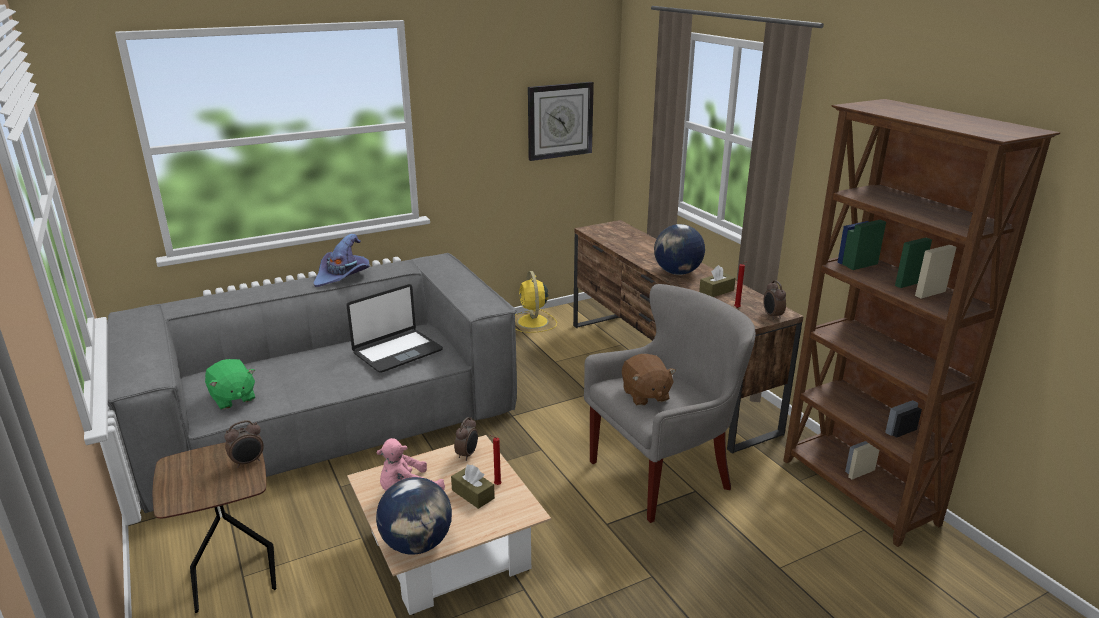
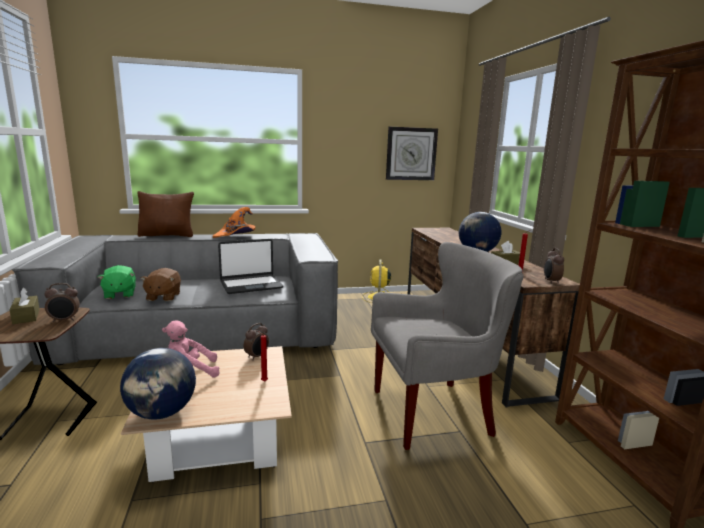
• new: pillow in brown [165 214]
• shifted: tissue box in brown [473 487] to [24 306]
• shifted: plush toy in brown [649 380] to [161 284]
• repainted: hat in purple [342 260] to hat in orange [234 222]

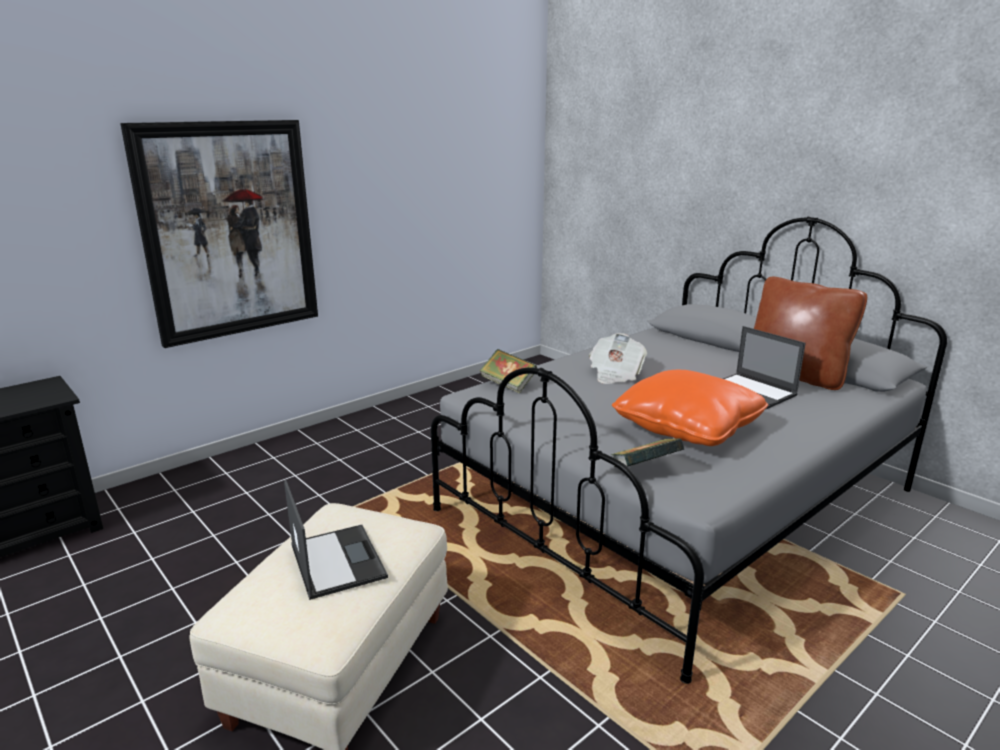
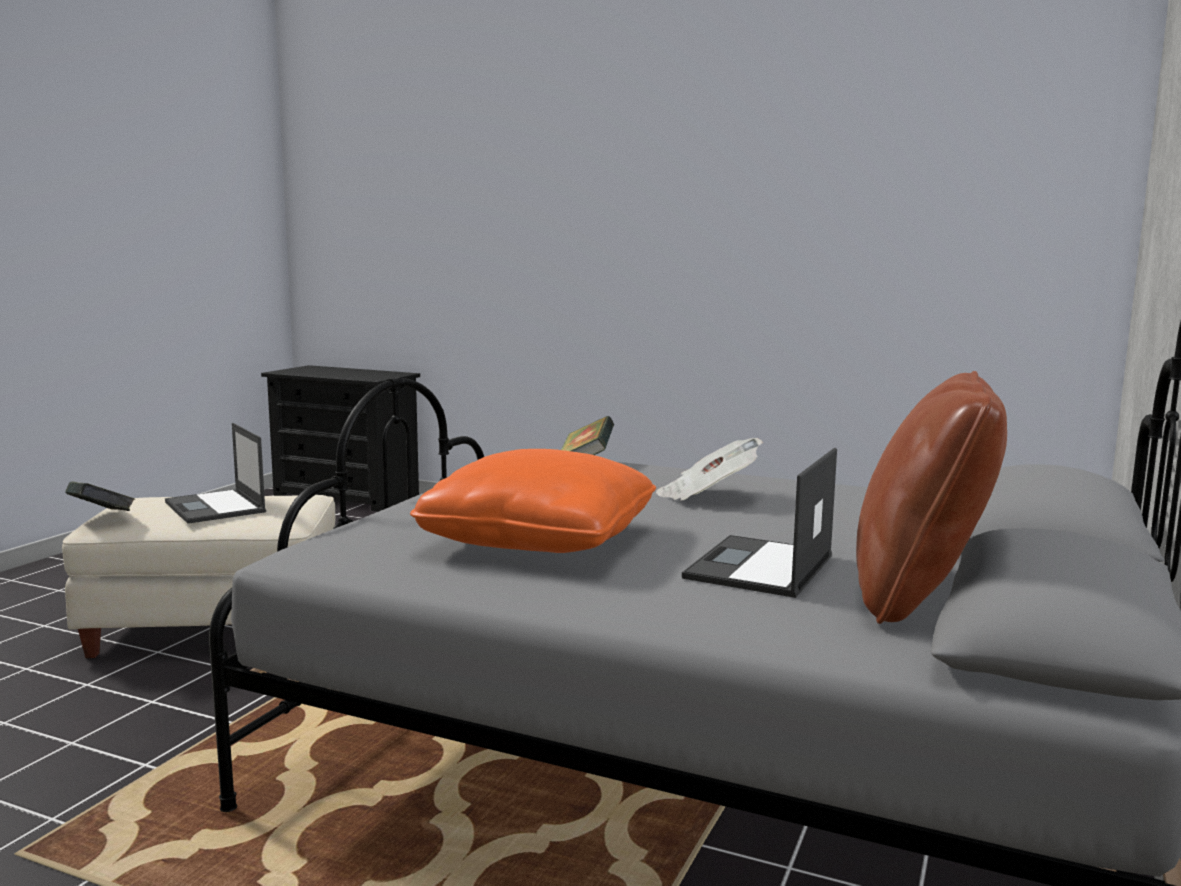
• gone: picture [219 234]
• shifted: book [647 452] to [100 496]
• rotated: laptop [336 540] = [215 473] 105 degrees clockwise

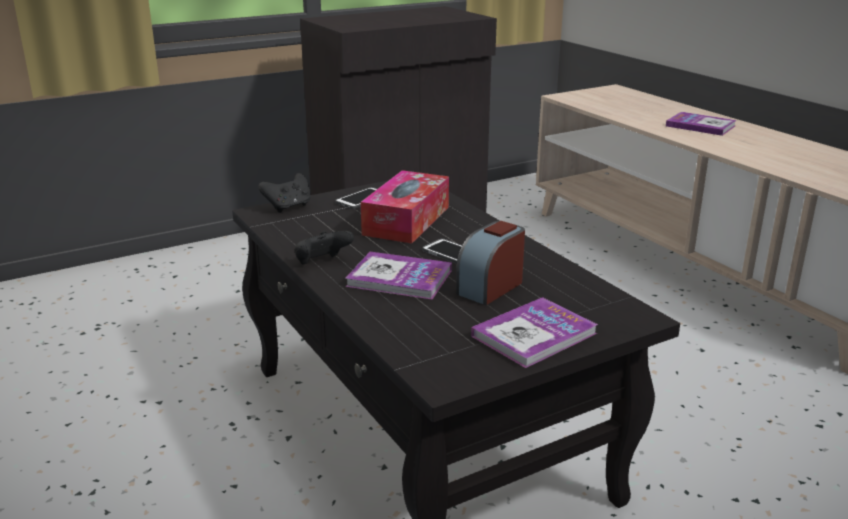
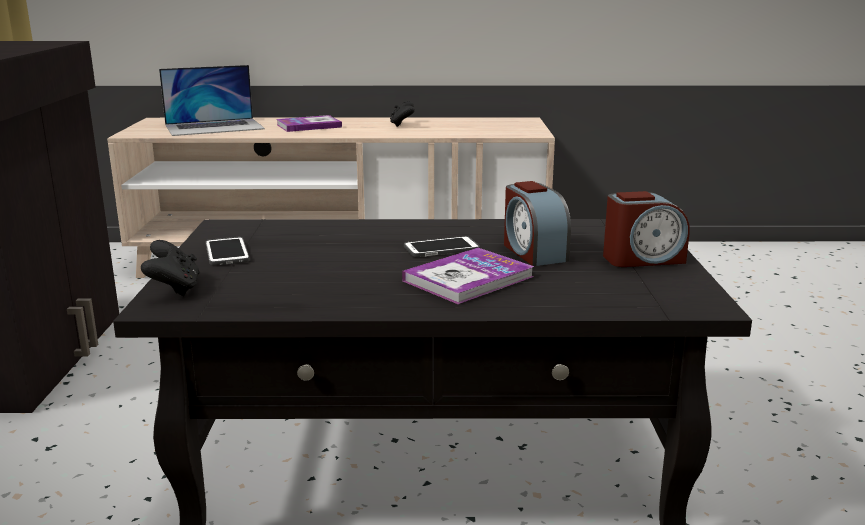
• gone: tissue box [405 206]
• new: laptop [212 100]
• shifted: game controller in black [324 247] to [402 114]
• swapped: book [534 332] to alarm clock [646 229]

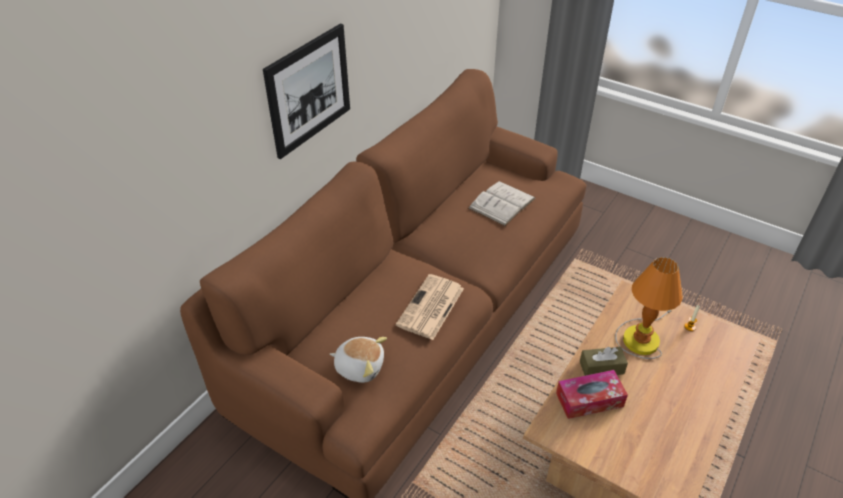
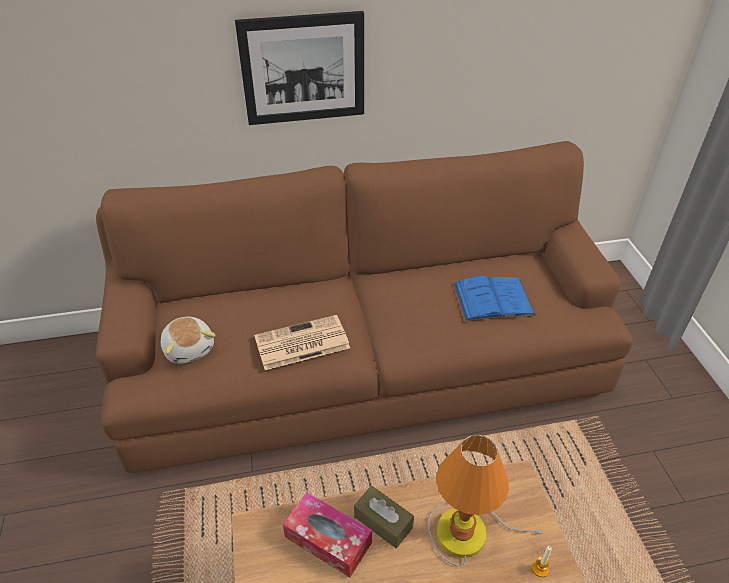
• repainted: book in white [502 203] to book in blue [494 298]

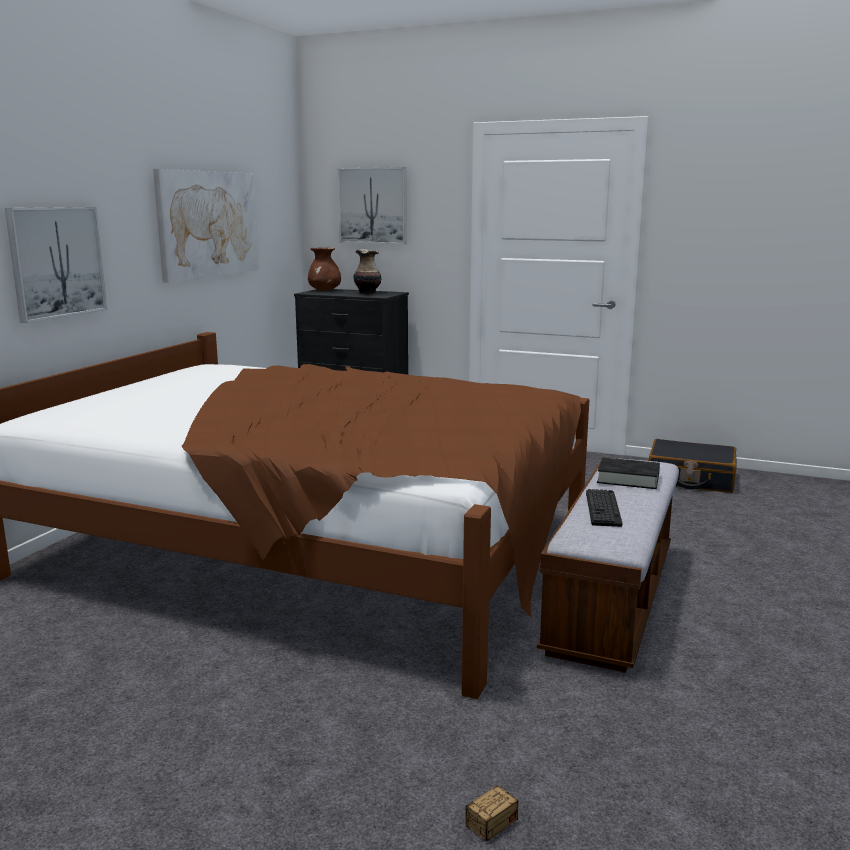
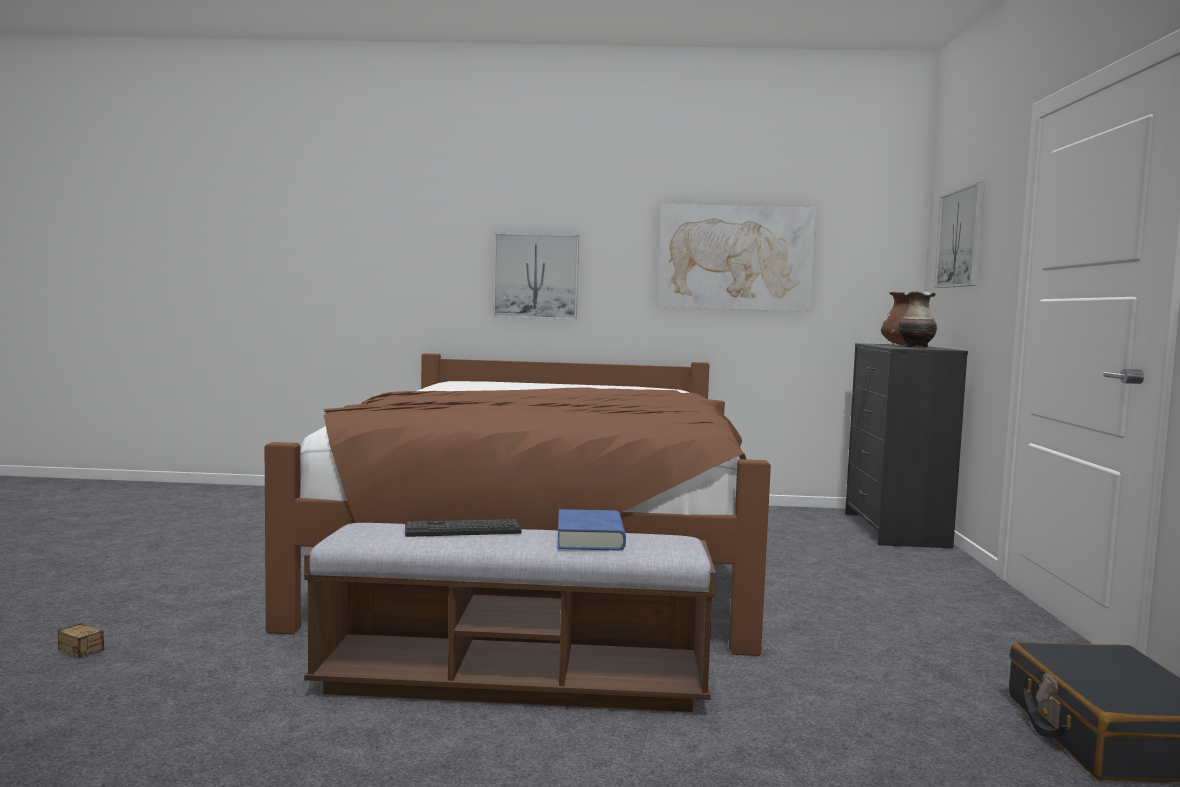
• repainted: book in black [628 473] to book in blue [592 529]

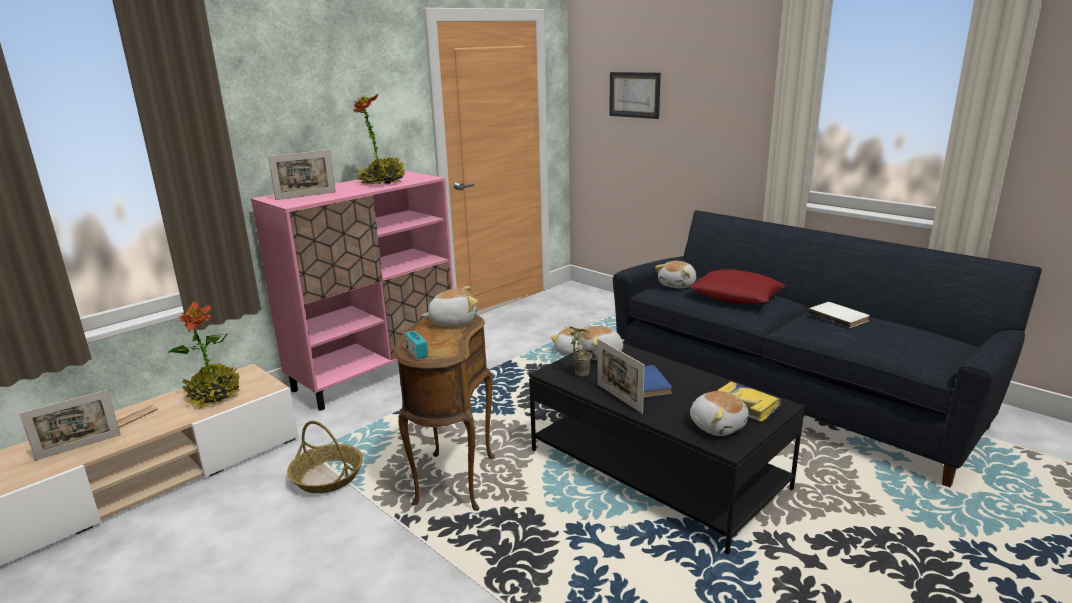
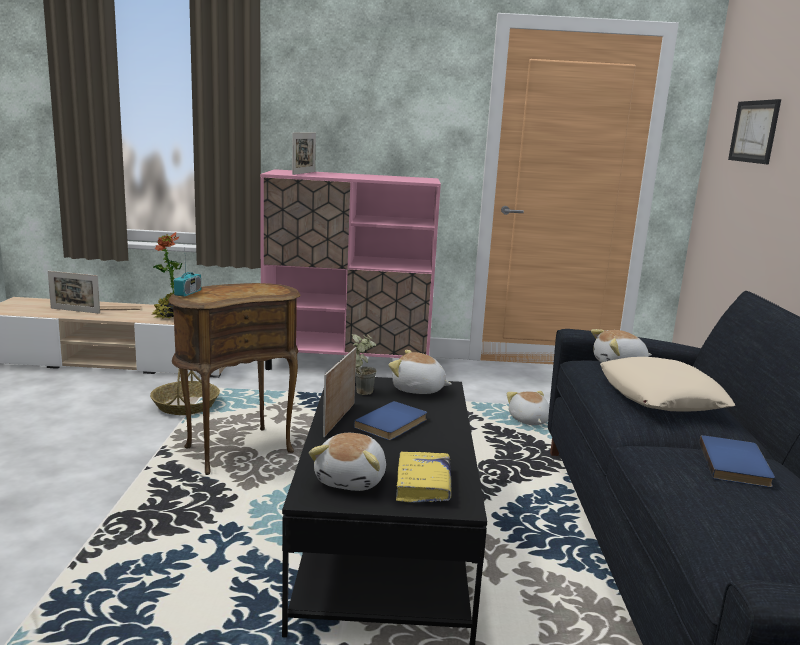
• gone: potted plant [379 139]
• gone: plush toy [449 306]
• repainted: pillow in red [737 286] to pillow in beige [668 384]
• repainted: book in white [839 315] to book in blue [737 461]
• rotated: picture frame [302 175] = [304 154] 90 degrees counterclockwise

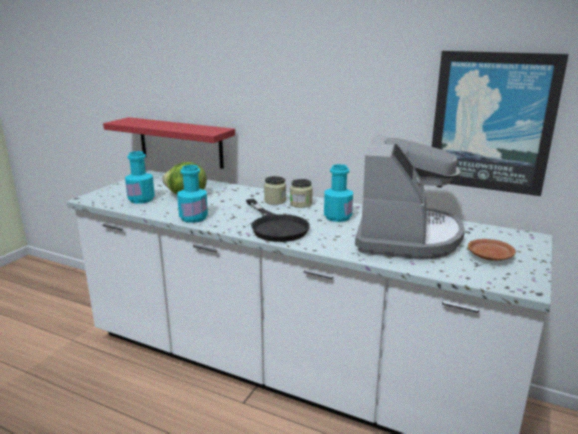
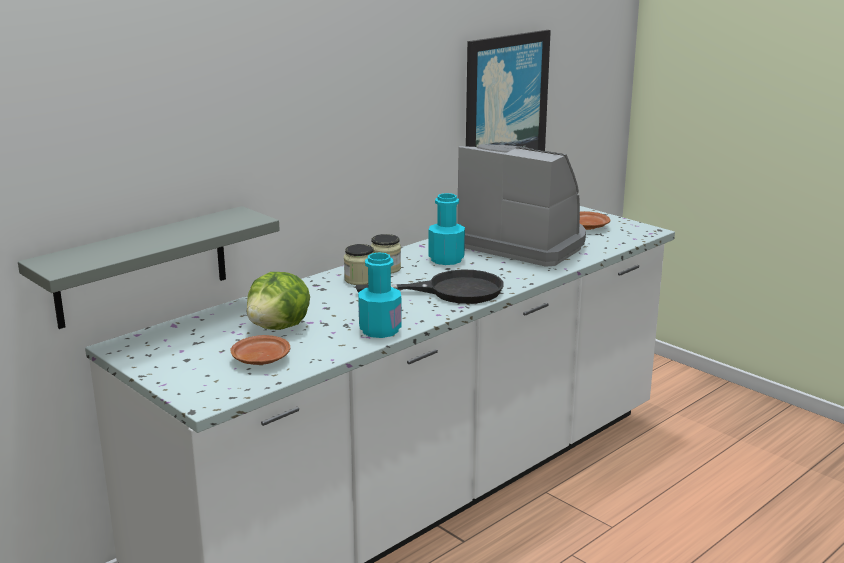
• swapped: bottle in turquoise [140 177] to plate in brown [260 350]
• repainted: shelf in red [169 143] to shelf in grey [149 267]

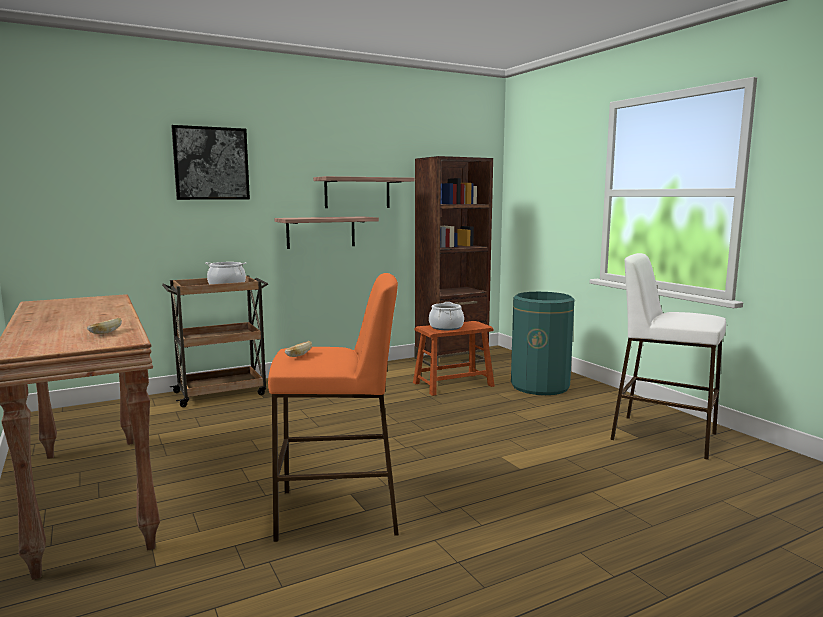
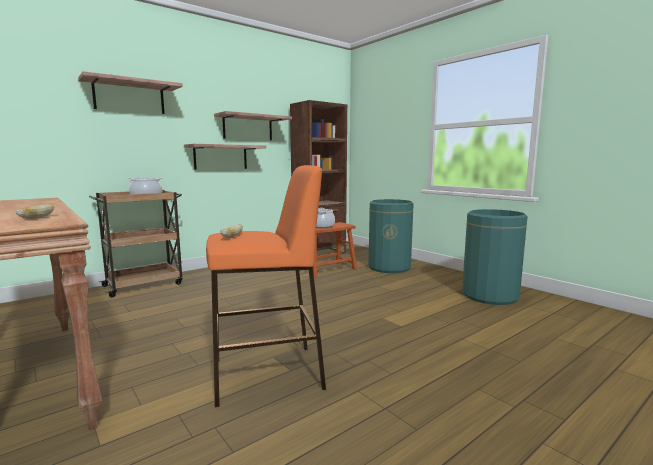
• swapped: picture [210 162] to shelf [130 92]
• swapped: stool in white [668 356] to trash can in green [495 257]

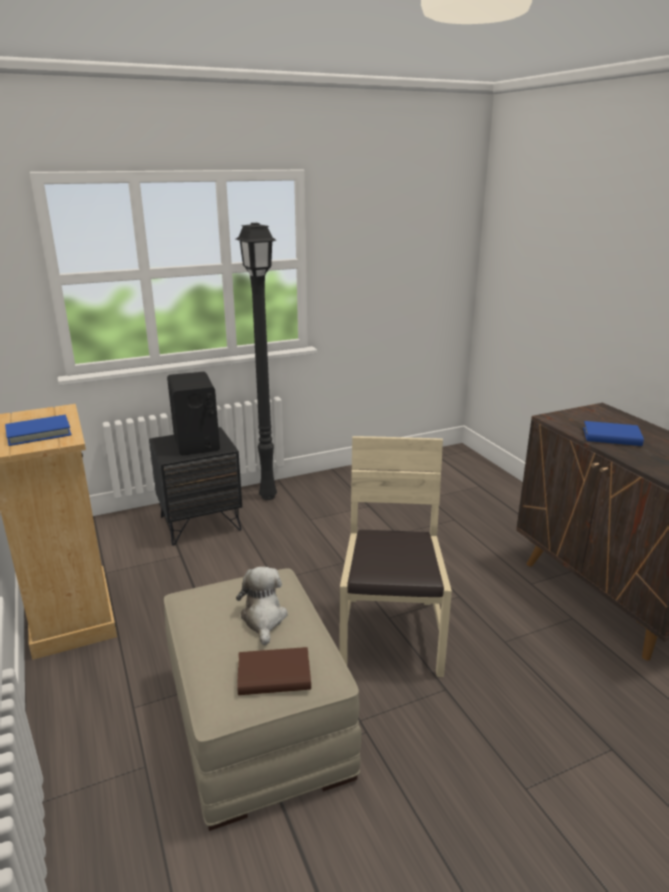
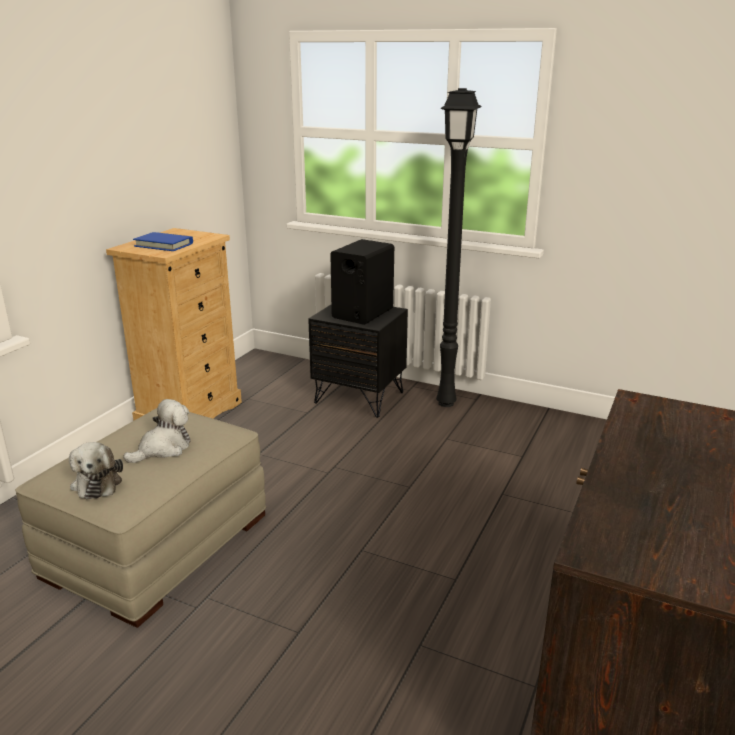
• gone: chair in beige [396 556]
• gone: book in blue [613 433]
• swapped: book in brown [274 671] to plush toy [96 471]

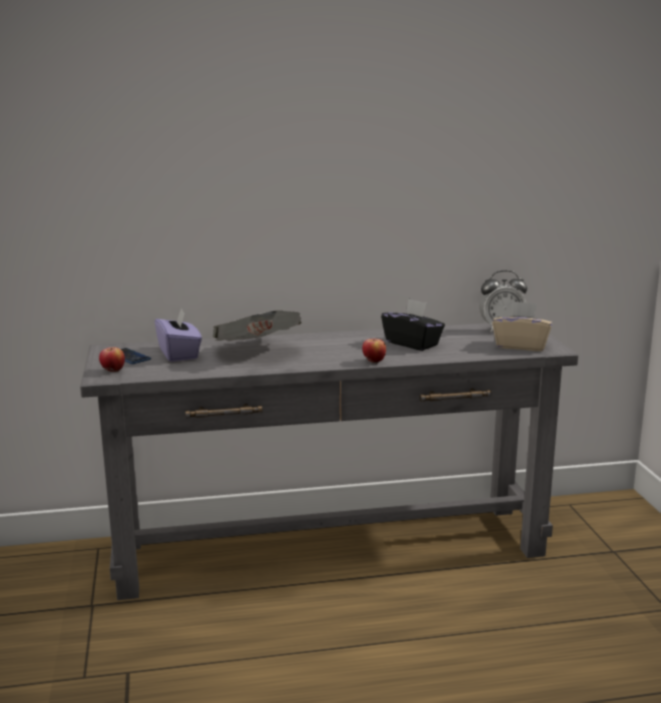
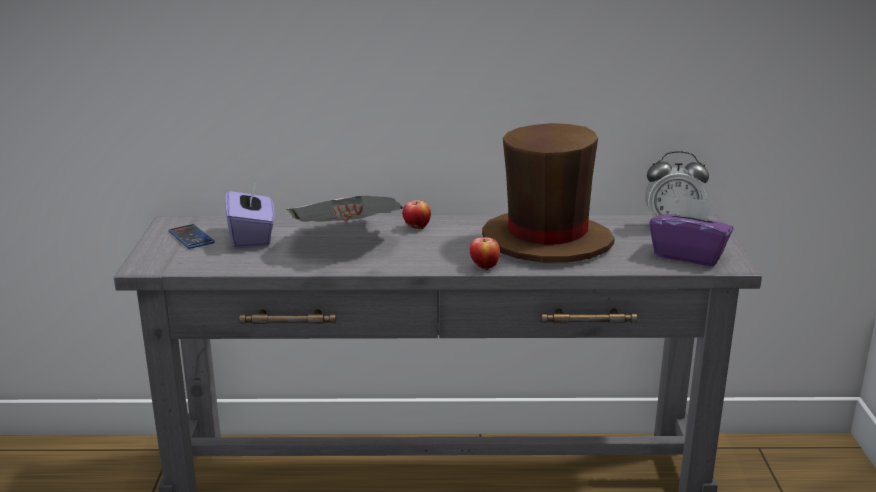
• shifted: apple [112 359] to [416 215]
• swapped: tissue box in black [413 325] to hat in brown [548 193]
• repainted: tissue box in beige [522 326] to tissue box in purple [691 231]

